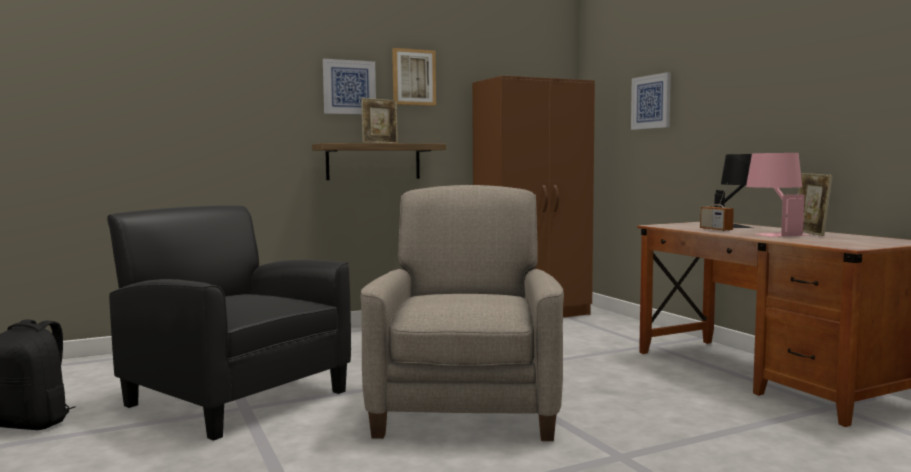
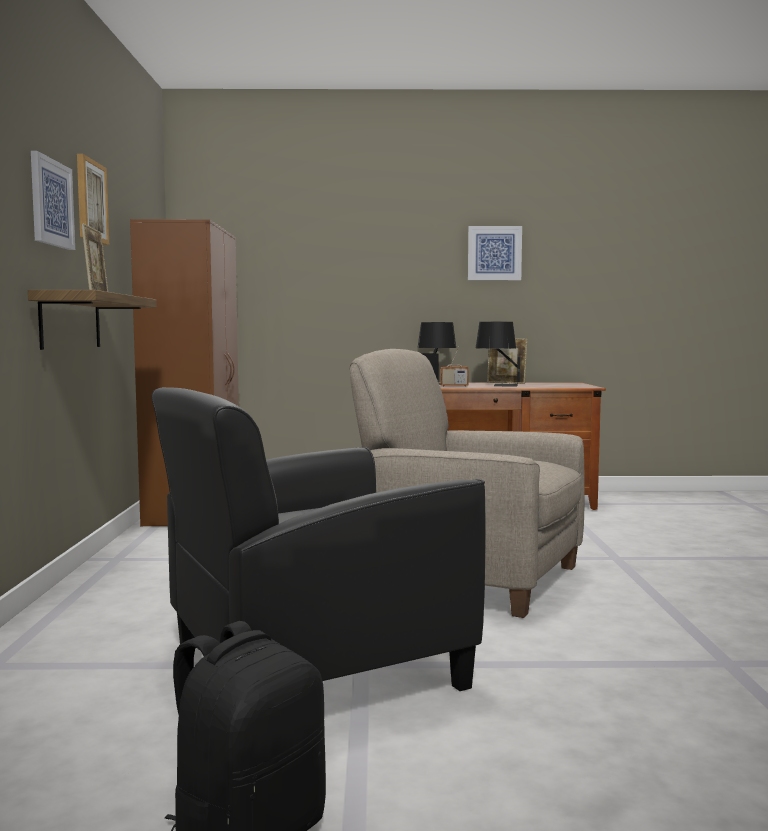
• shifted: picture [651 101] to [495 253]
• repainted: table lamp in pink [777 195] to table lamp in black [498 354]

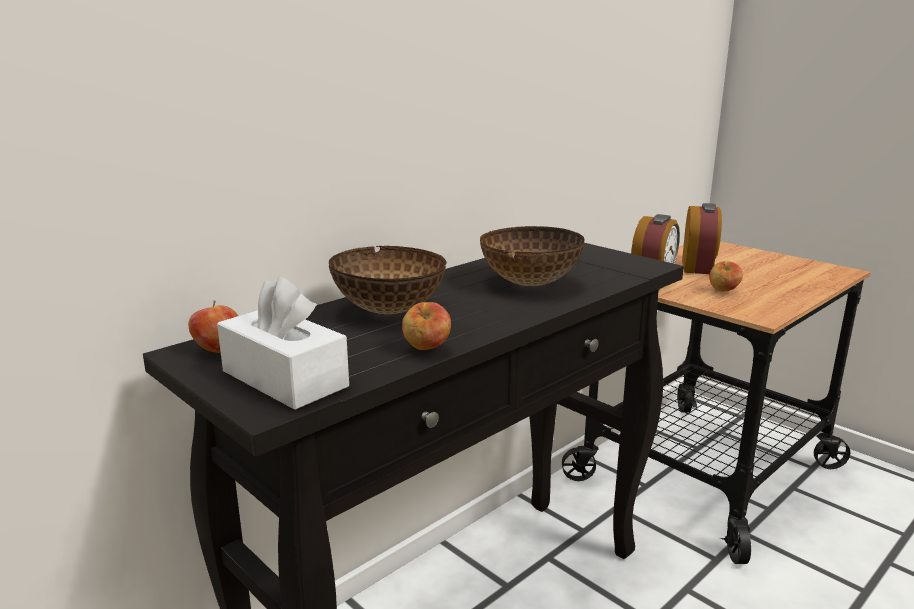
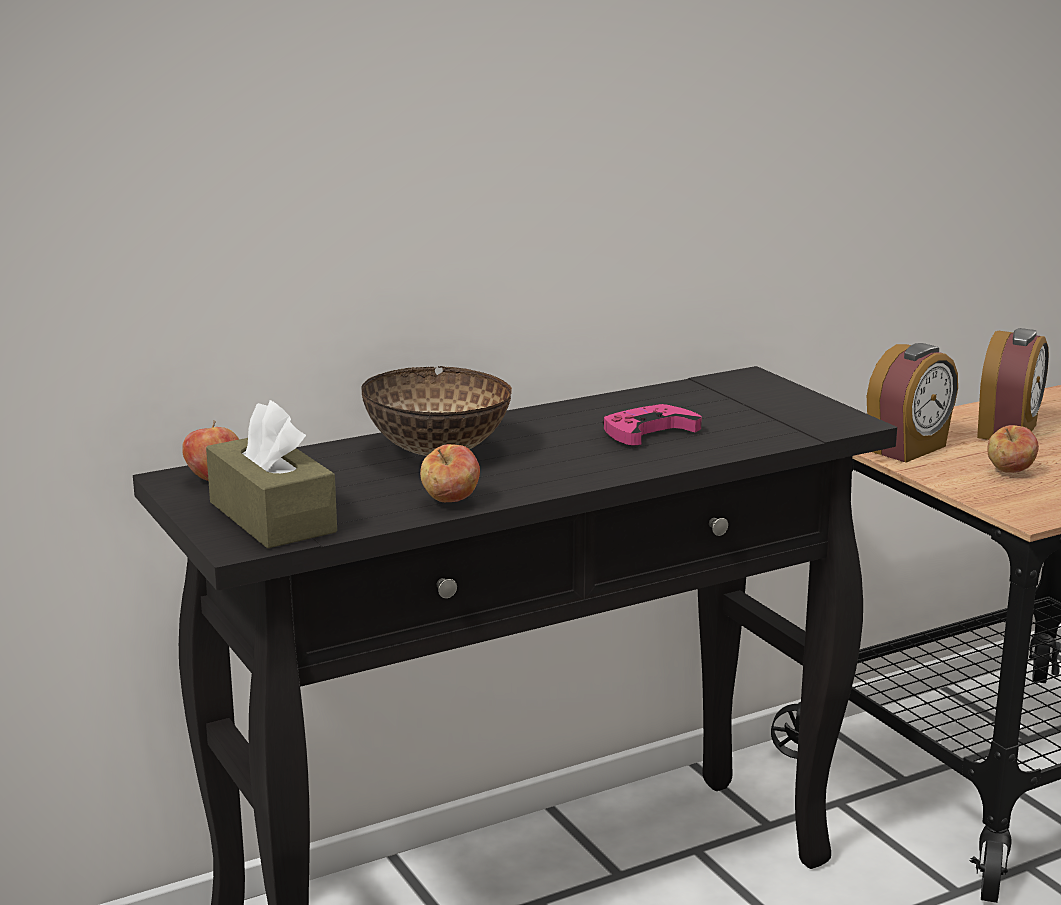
• swapped: bowl [532 256] to game controller in pink [652 424]
• repainted: tissue box in white [283 343] to tissue box in brown [271 474]

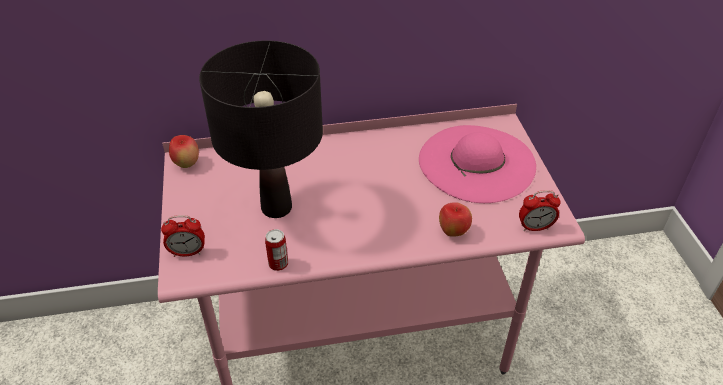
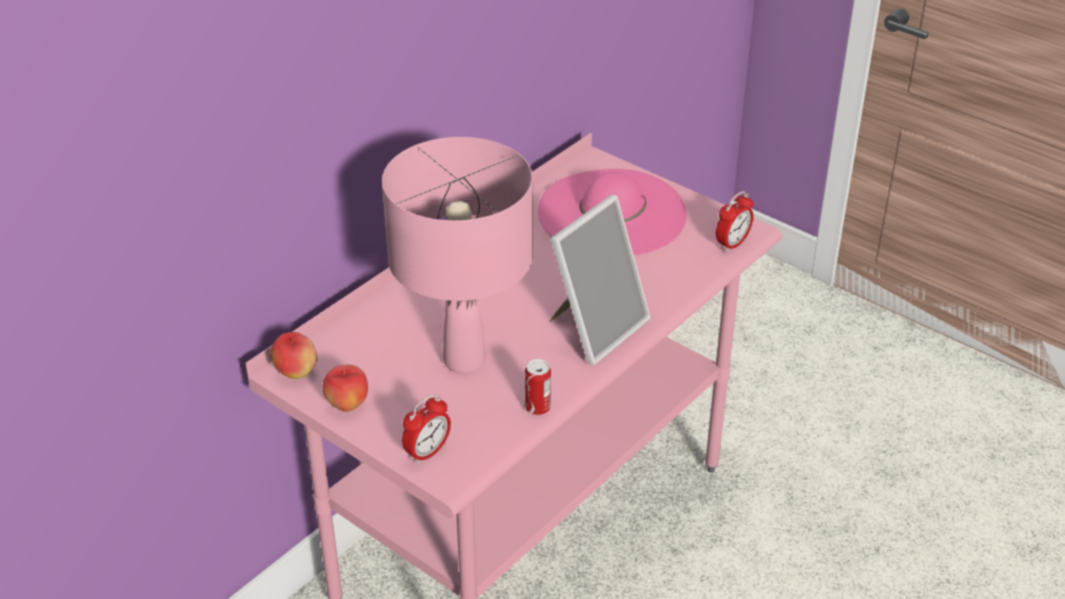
• new: picture frame [600 280]
• shifted: apple [455 219] to [345 388]
• repainted: table lamp in black [261 129] to table lamp in pink [457 255]

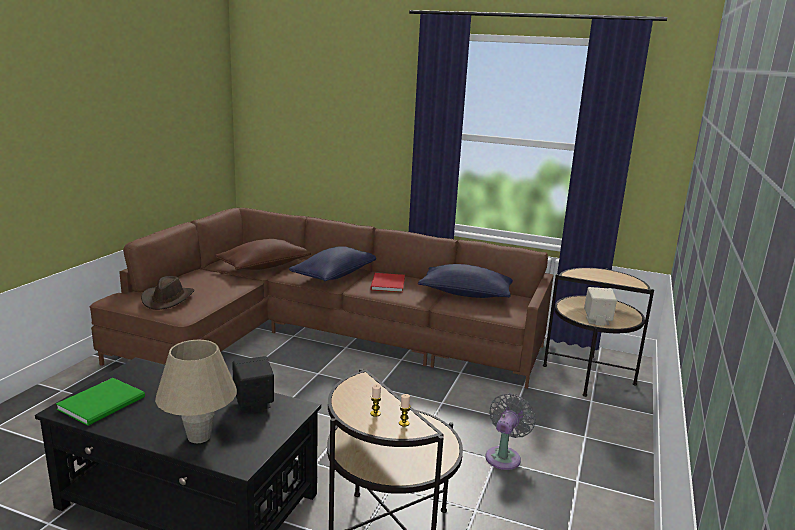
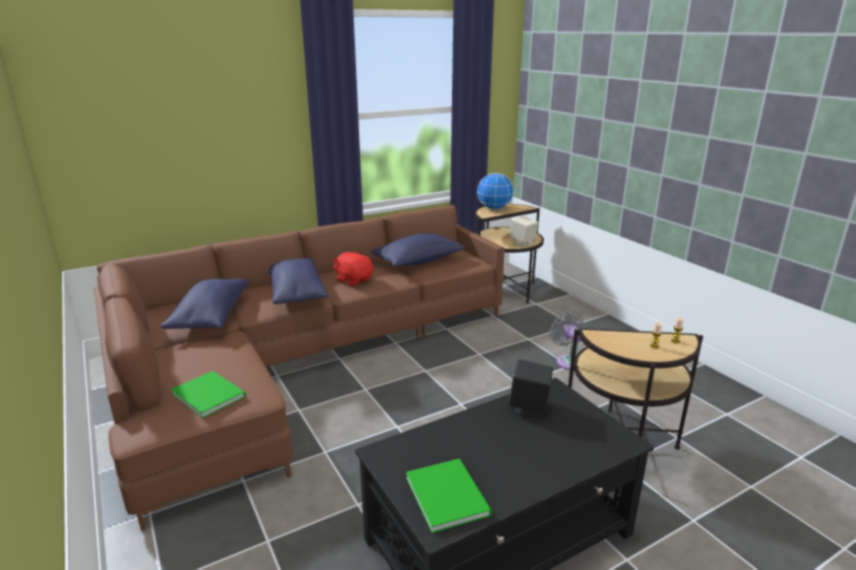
• gone: table lamp in beige [196 391]
• new: globe [495 191]
• swapped: hat in brown [168 293] to book in green [208 394]
• swapped: book in red [387 282] to plush toy in red [352 268]
• repainted: pillow in brown [263 254] to pillow in blue [204 304]

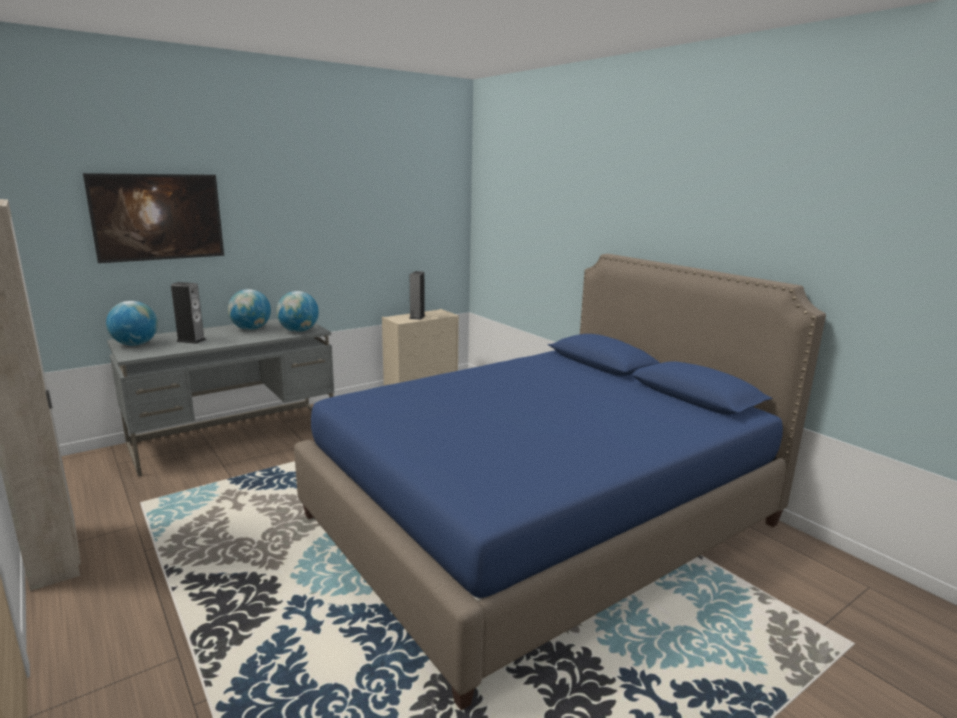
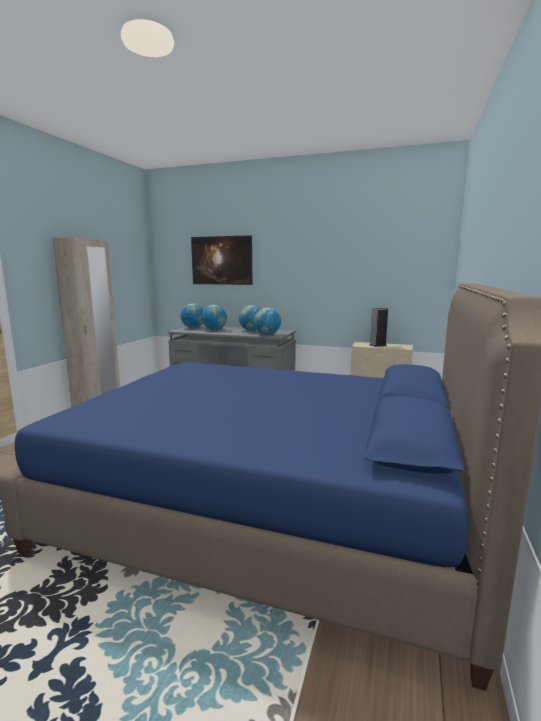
• swapped: speaker [188 313] to globe [214 317]

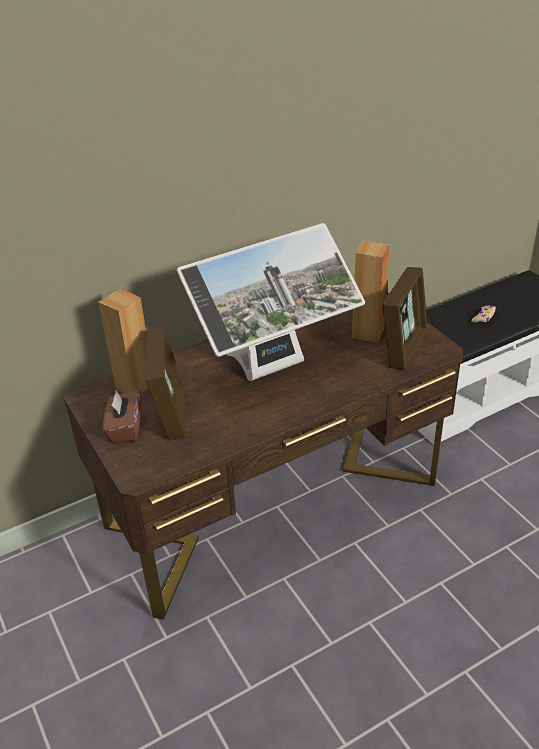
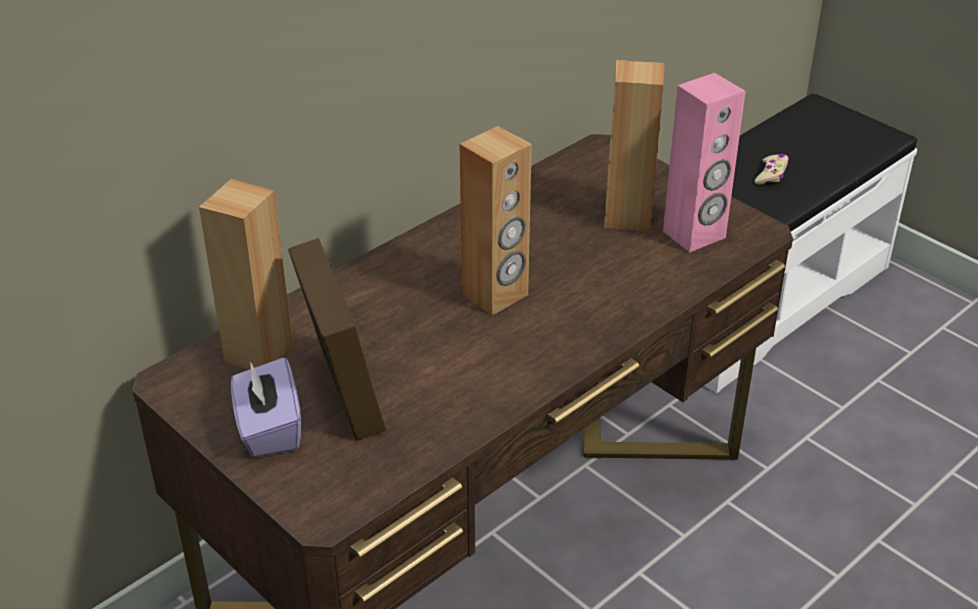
• swapped: monitor [271 302] to speaker in brown [496 220]
• swapped: picture frame [404 318] to speaker in pink [704 162]
• repainted: tissue box in brown [122 416] to tissue box in purple [266 407]

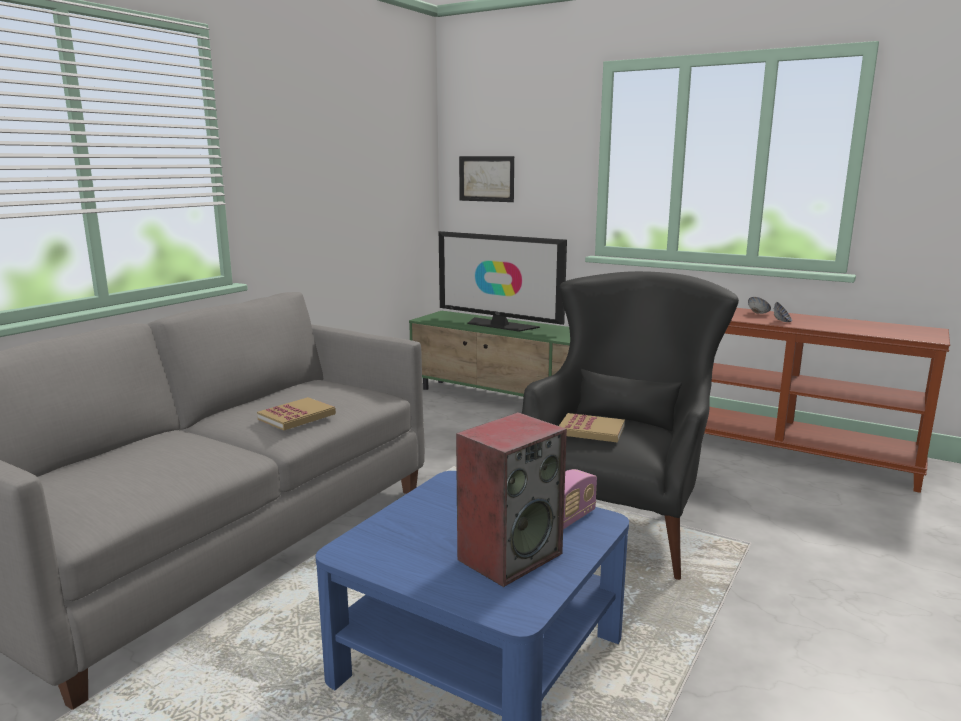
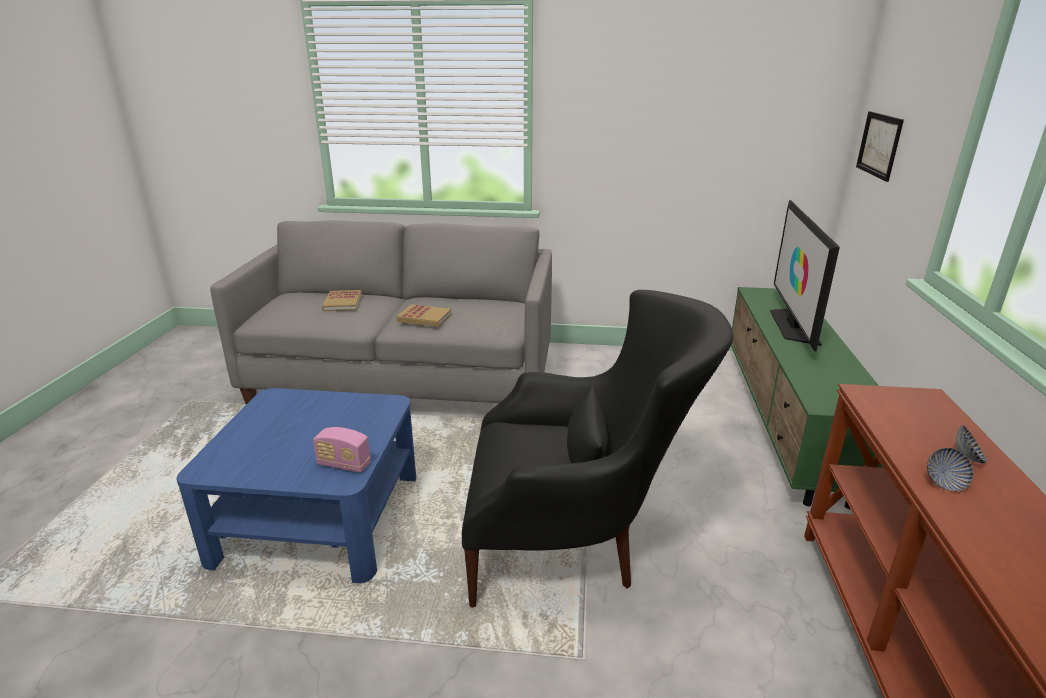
• gone: speaker [511 499]
• shifted: book [592 428] to [342 300]

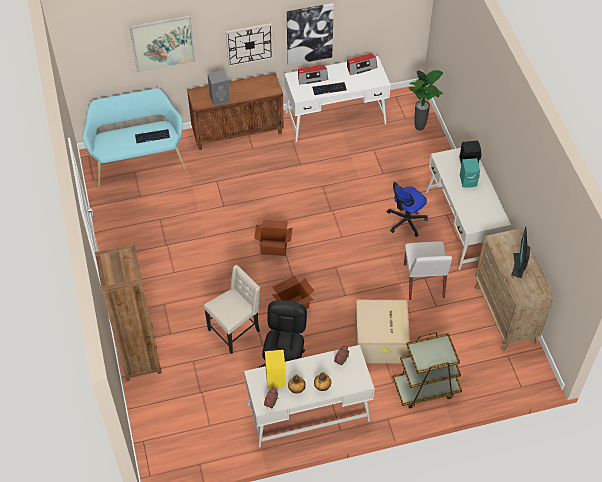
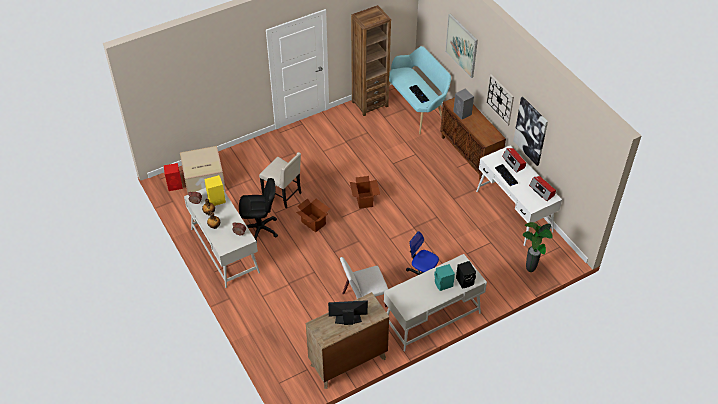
• gone: cart in brown [427 370]
• new: speaker in red [173 177]
• shifted: bookcase in brown [128 312] to [371 60]
• shifted: cardboard box [382 332] to [203 169]

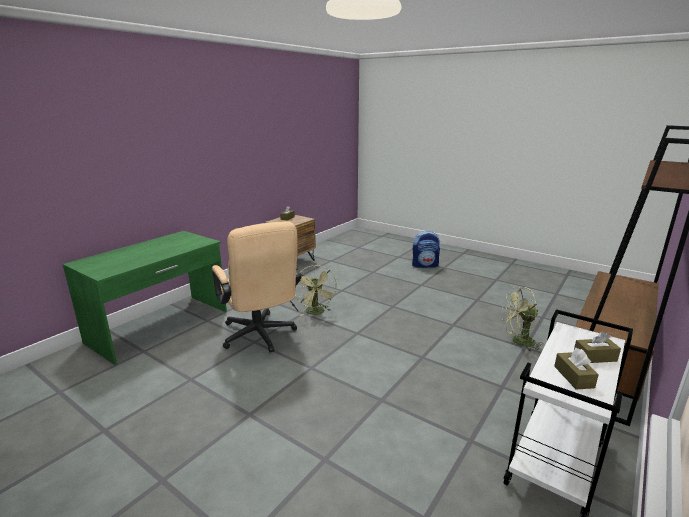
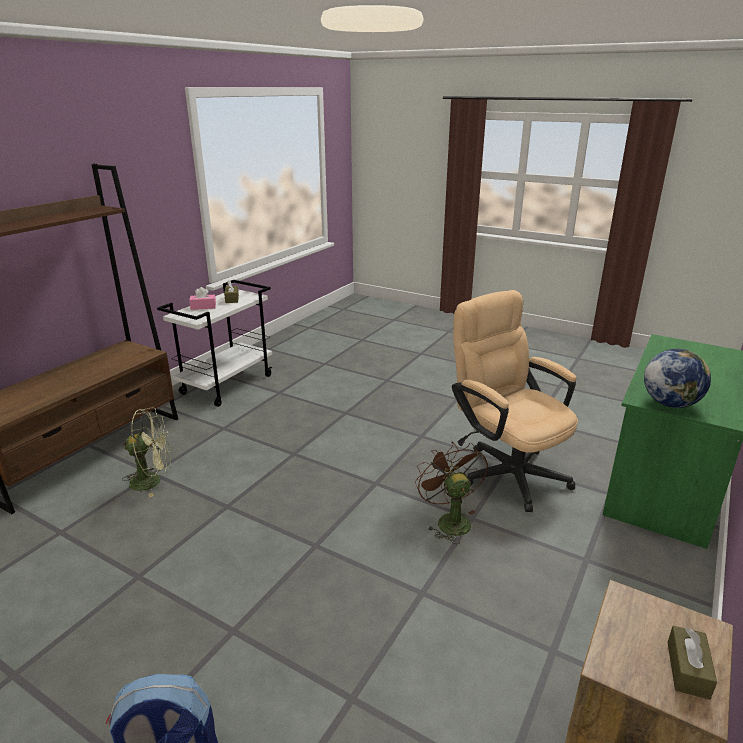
• new: globe [677 378]
• repainted: fan in green [316 290] to fan in brown [451 493]
• repainted: tissue box in brown [597 347] to tissue box in pink [202 298]

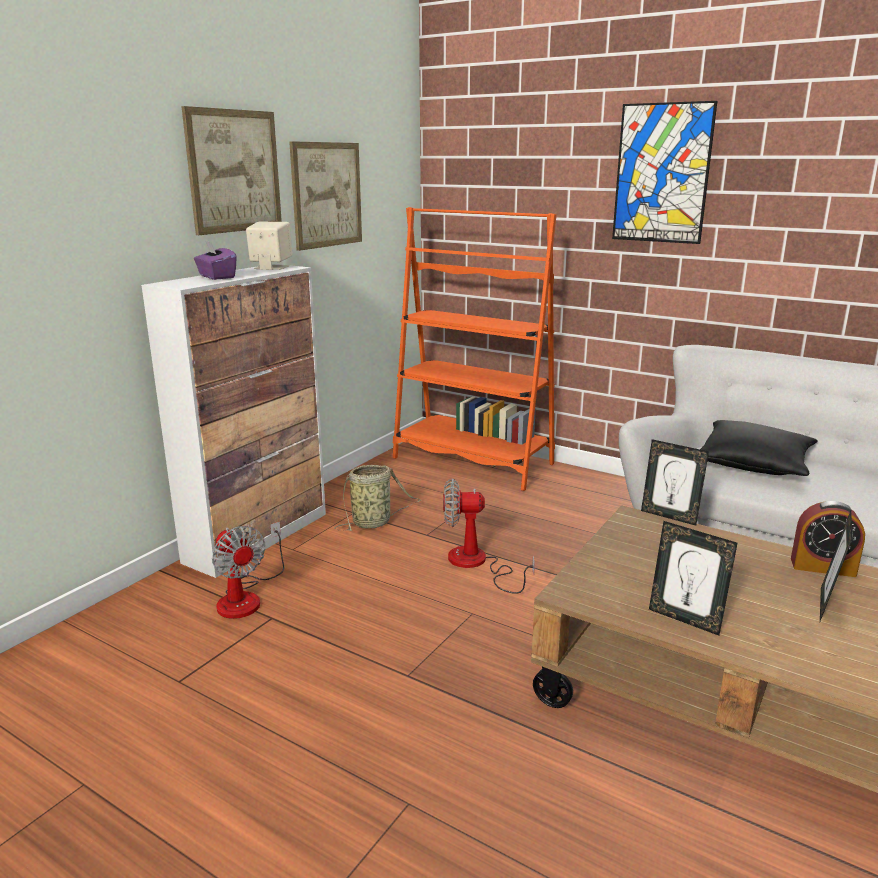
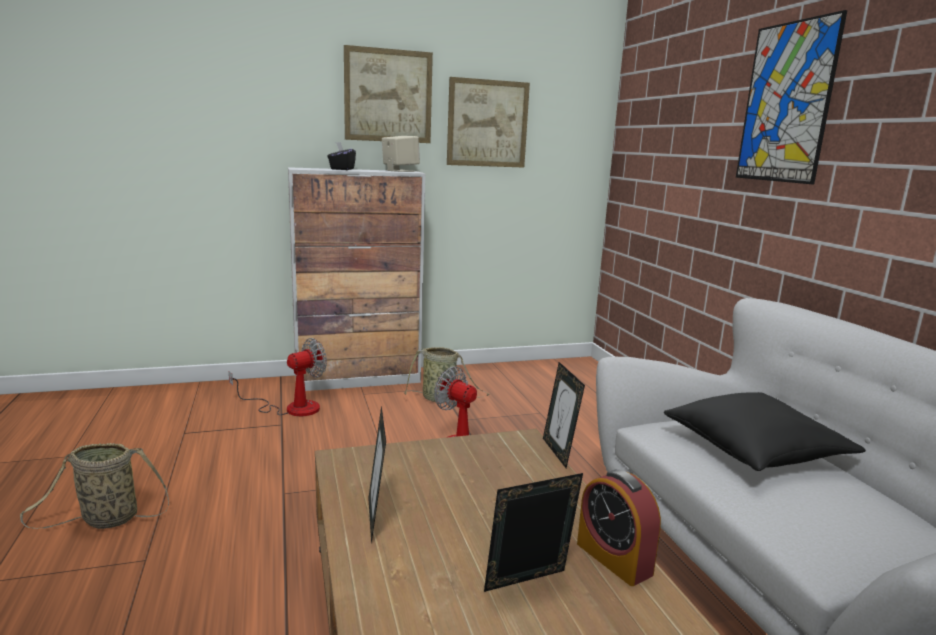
• gone: bookcase in orange [475 349]
• new: basket [94 486]
• repainted: tissue box in purple [215 260] to tissue box in black [341 156]
• rotated: fan [248 570] = [278 377] 135 degrees counterclockwise

